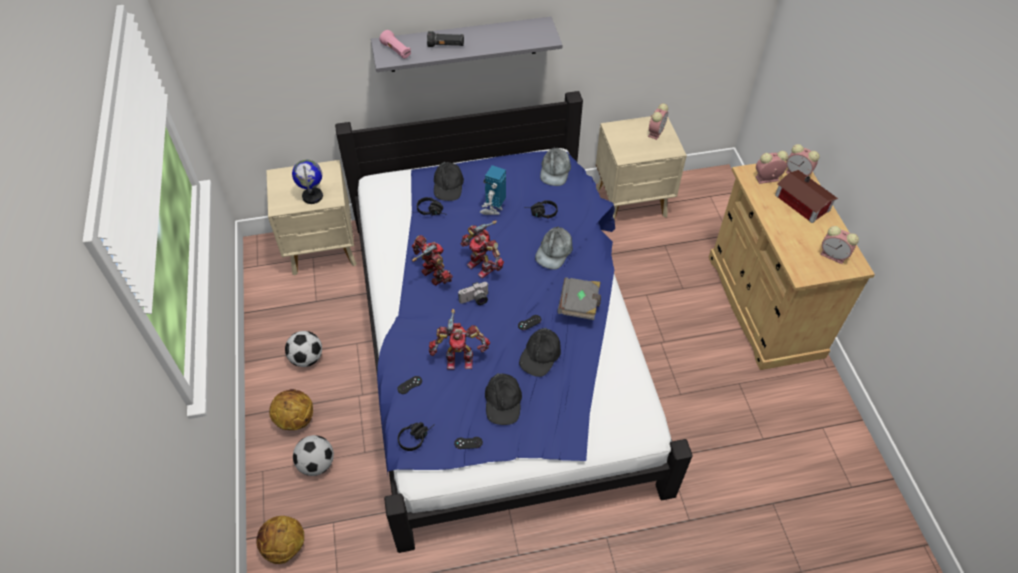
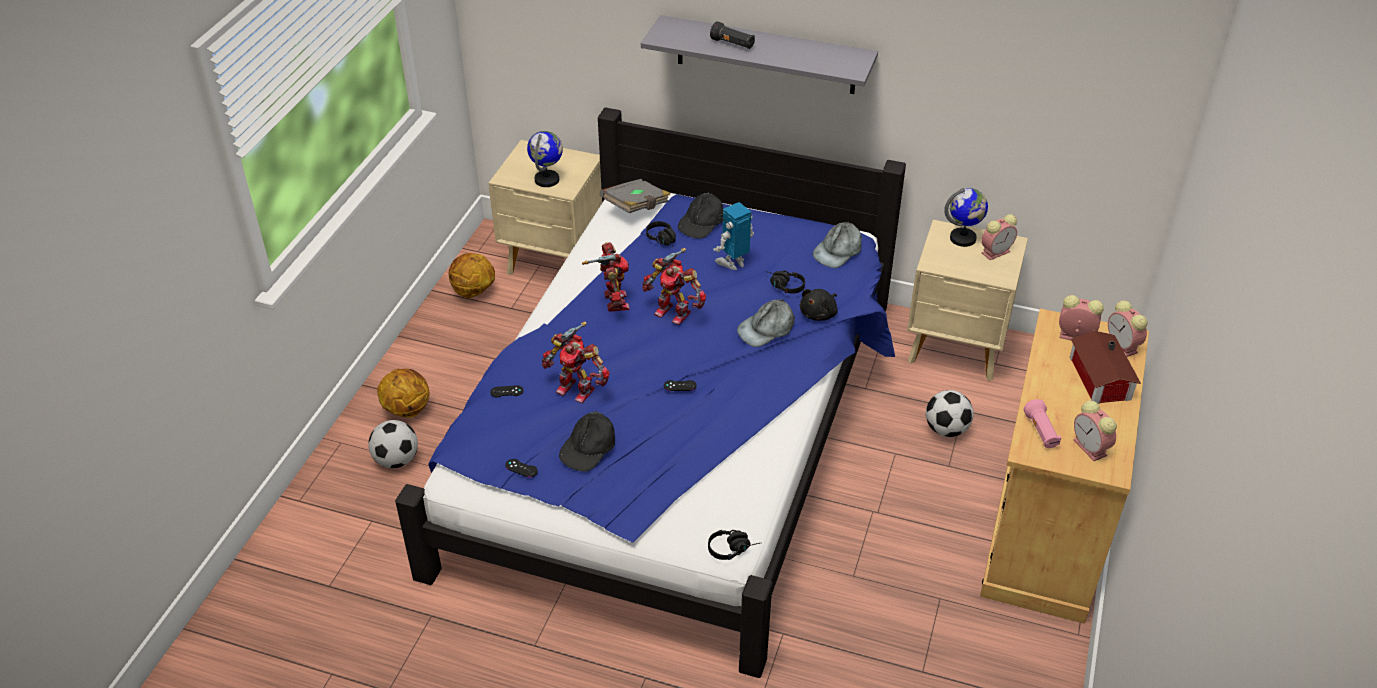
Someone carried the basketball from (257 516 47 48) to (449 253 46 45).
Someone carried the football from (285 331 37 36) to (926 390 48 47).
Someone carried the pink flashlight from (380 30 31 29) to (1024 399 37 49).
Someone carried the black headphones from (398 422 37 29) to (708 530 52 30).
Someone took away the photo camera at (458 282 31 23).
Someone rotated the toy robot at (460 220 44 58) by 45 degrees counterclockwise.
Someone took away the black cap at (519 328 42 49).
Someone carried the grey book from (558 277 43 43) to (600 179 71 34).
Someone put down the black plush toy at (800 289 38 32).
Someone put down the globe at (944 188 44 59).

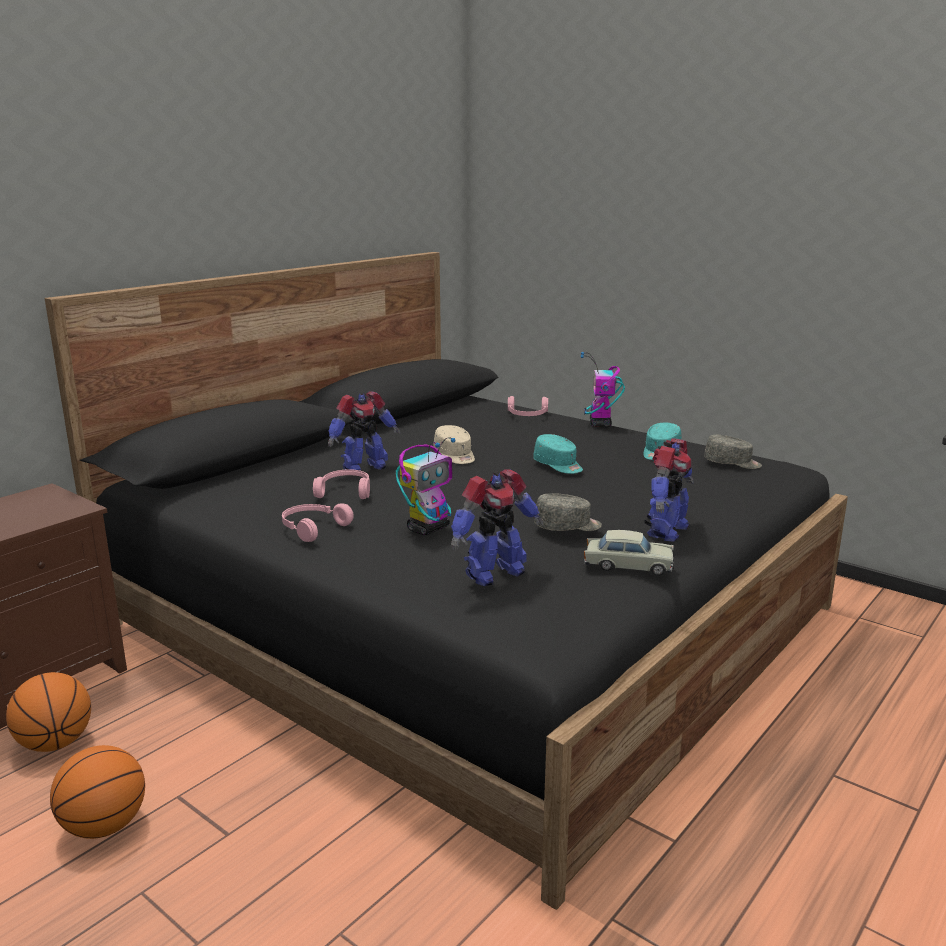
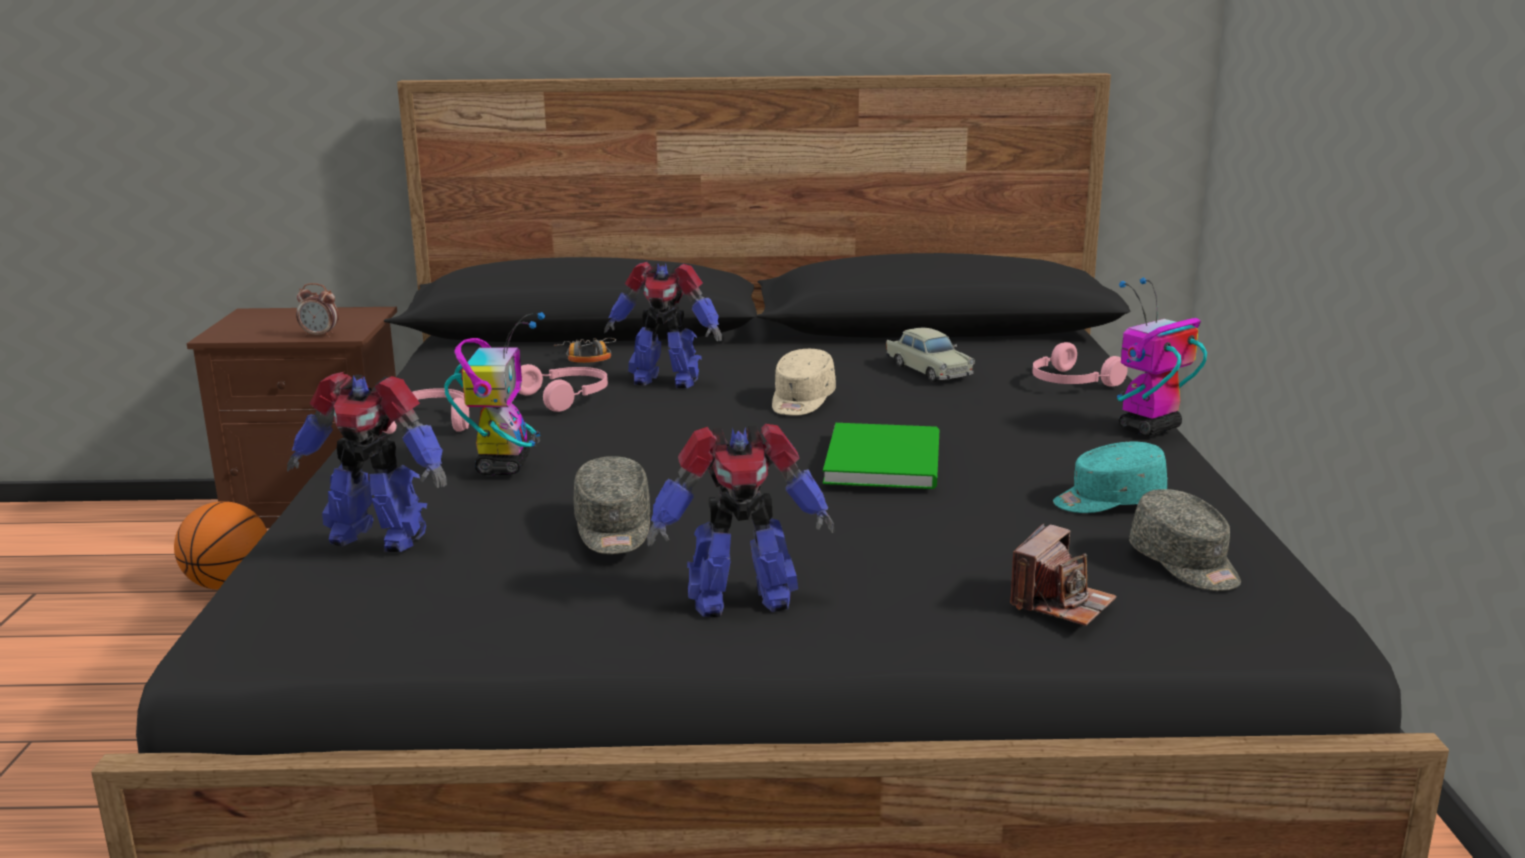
Someone took away the basketball at (50 745 95 94).
Someone rotated the toy robot at (396 437 60 98) by 90 degrees counterclockwise.
Someone swapped the turquoise cap at (533 434 50 40) for the green book at (823 423 116 66).
Someone rotated the grey cap at (534 493 68 38) by 45 degrees clockwise.
Someone carried the beige toy car from (584 530 90 46) to (886 328 89 54).
Someone put down the alarm clock at (296 283 43 55).
Someone put down the headphones at (554 338 62 25).
Someone put down the photo camera at (1010 524 107 102).

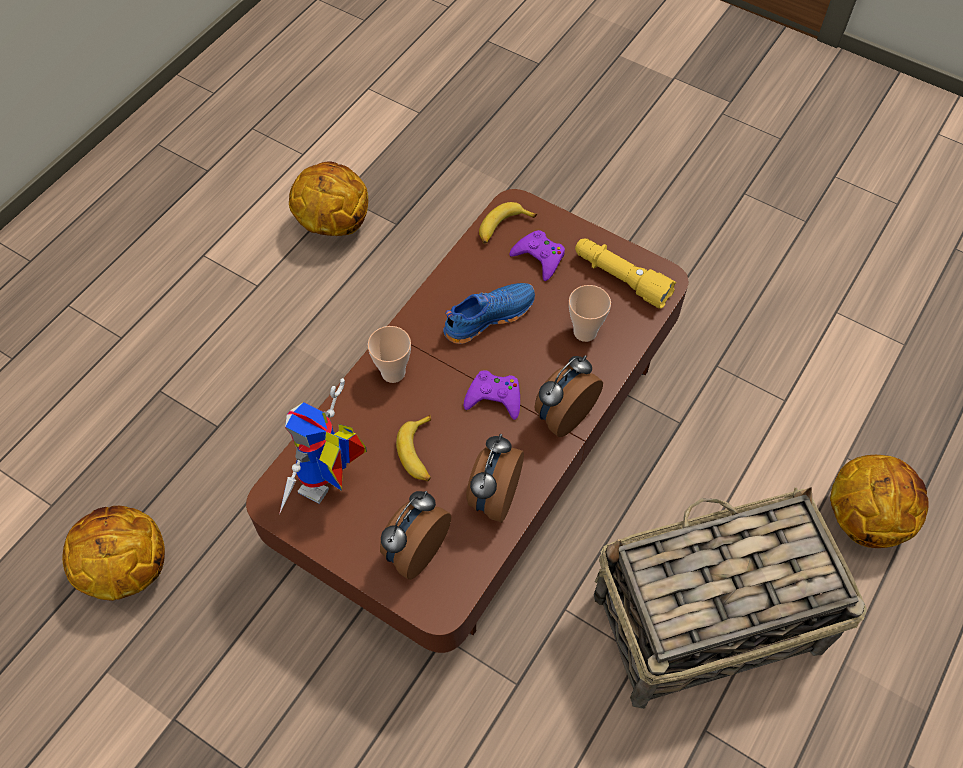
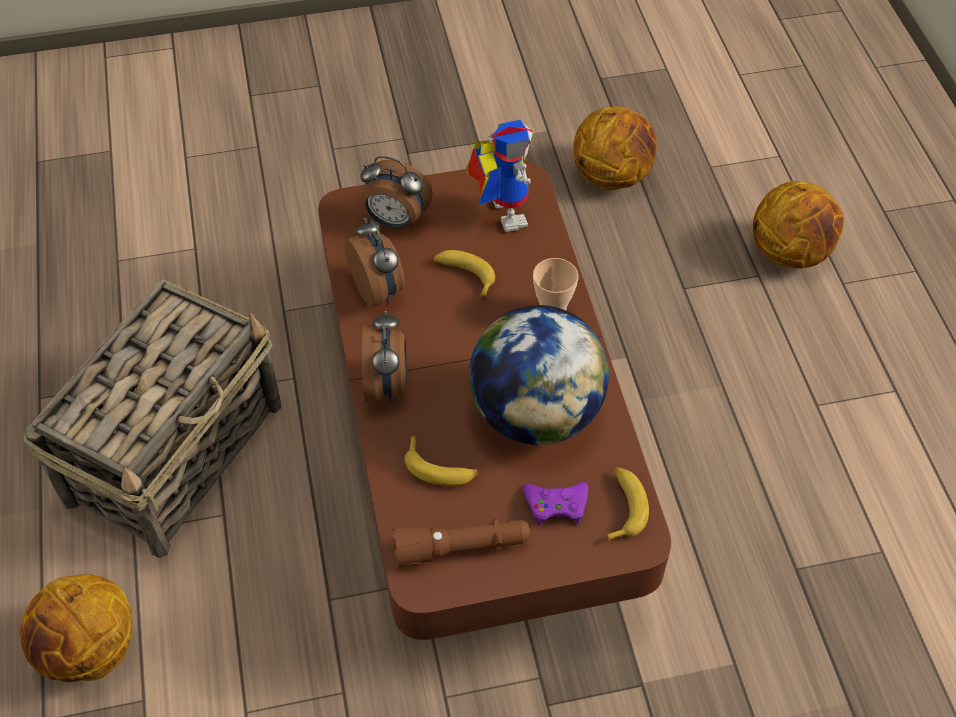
Someone carried the basketball from (289 161 79 75) to (753 181 91 87).
Someone rotated the alarm clock at (380 491 71 88) by 120 degrees clockwise.
Someone swapped the blue shoe at (443 283 92 61) for the globe at (469 305 140 140).
Someone took away the purple game controller at (464 371 56 49).
Someone swapped the cup at (569 285 42 57) for the banana at (404 435 74 51).
Someone repainted the yellow flashlight at (575 239 101 69), which became the brown flashlight at (392 518 138 49).

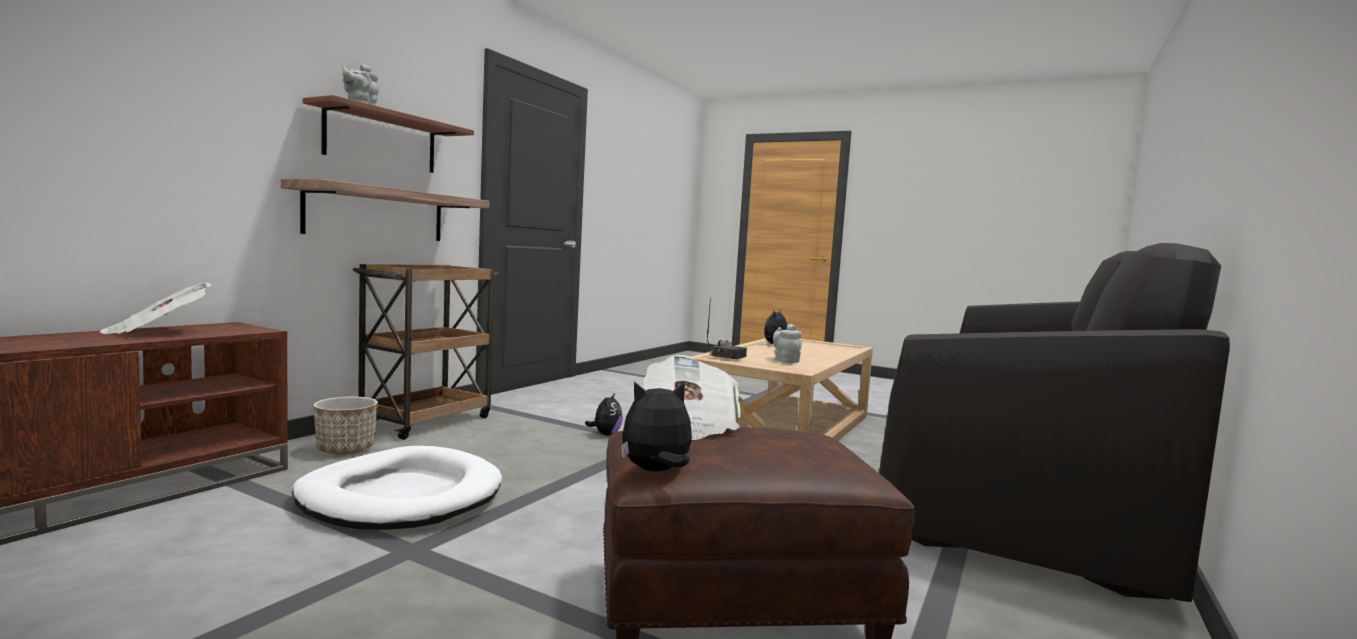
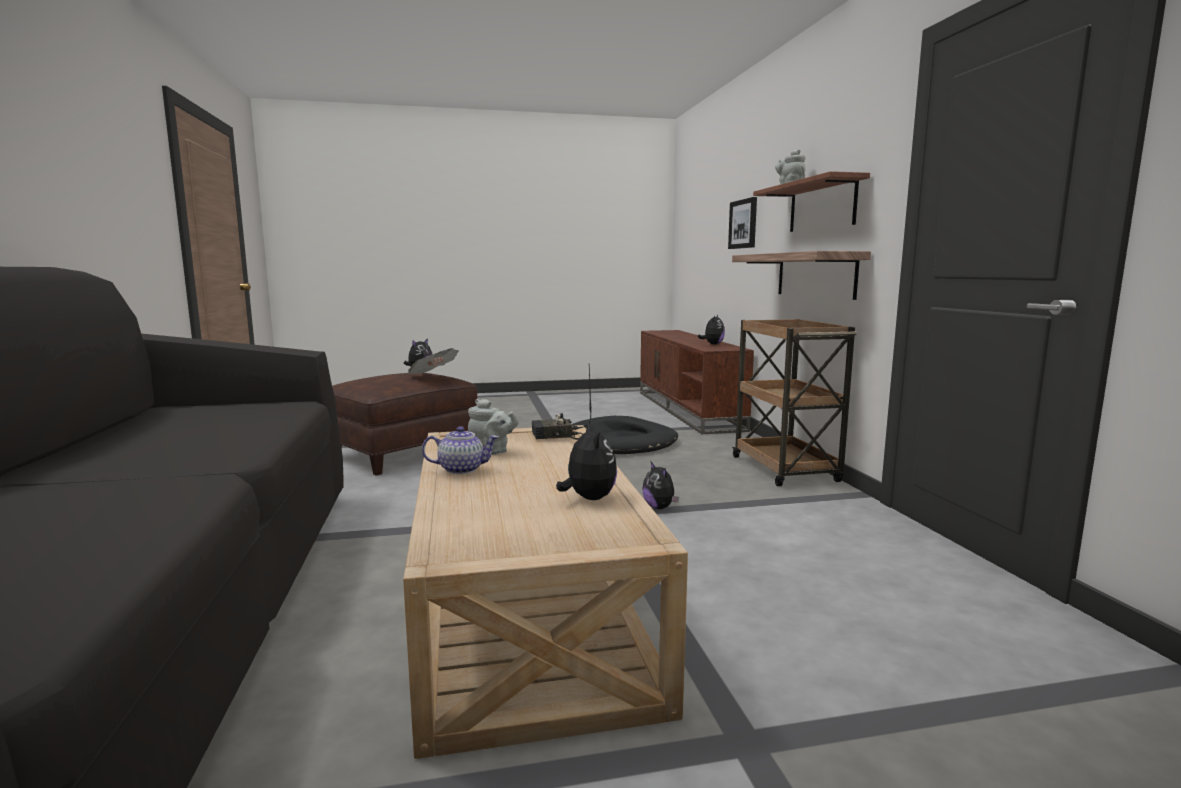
Someone swapped the newspaper at (100 283 112 51) for the plush toy at (698 315 27 30).
Someone repainted the white dog bed at (292 446 210 84), which became the black dog bed at (571 416 107 38).
Someone took away the planter at (314 396 64 59).
Someone put down the teapot at (422 426 77 48).
Someone put up the picture at (728 197 29 52).

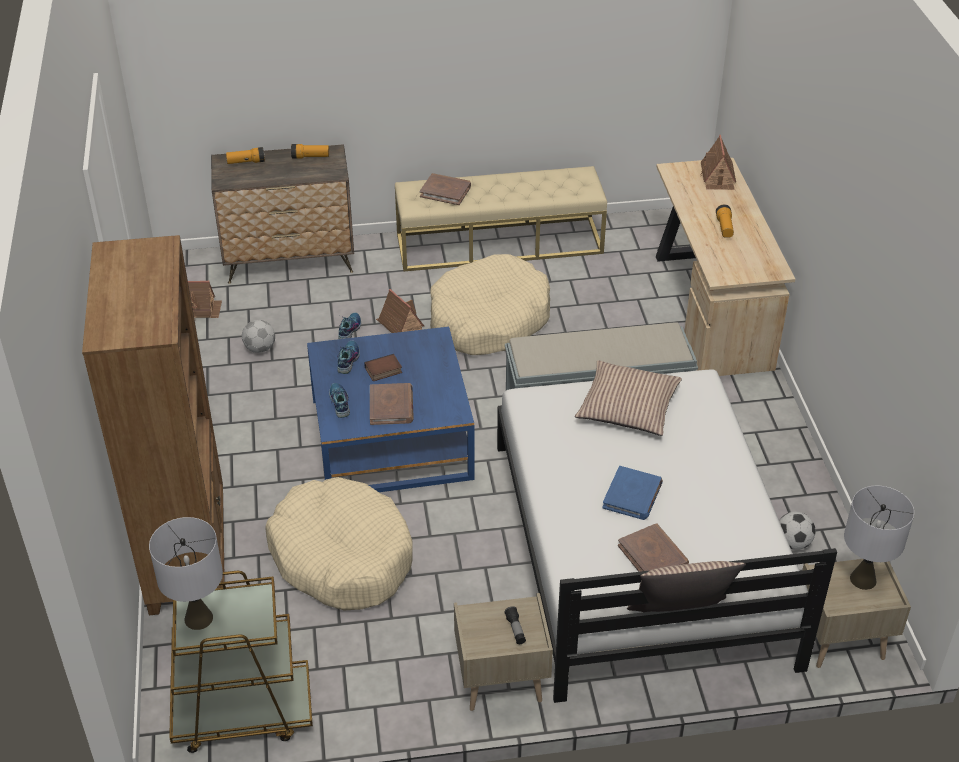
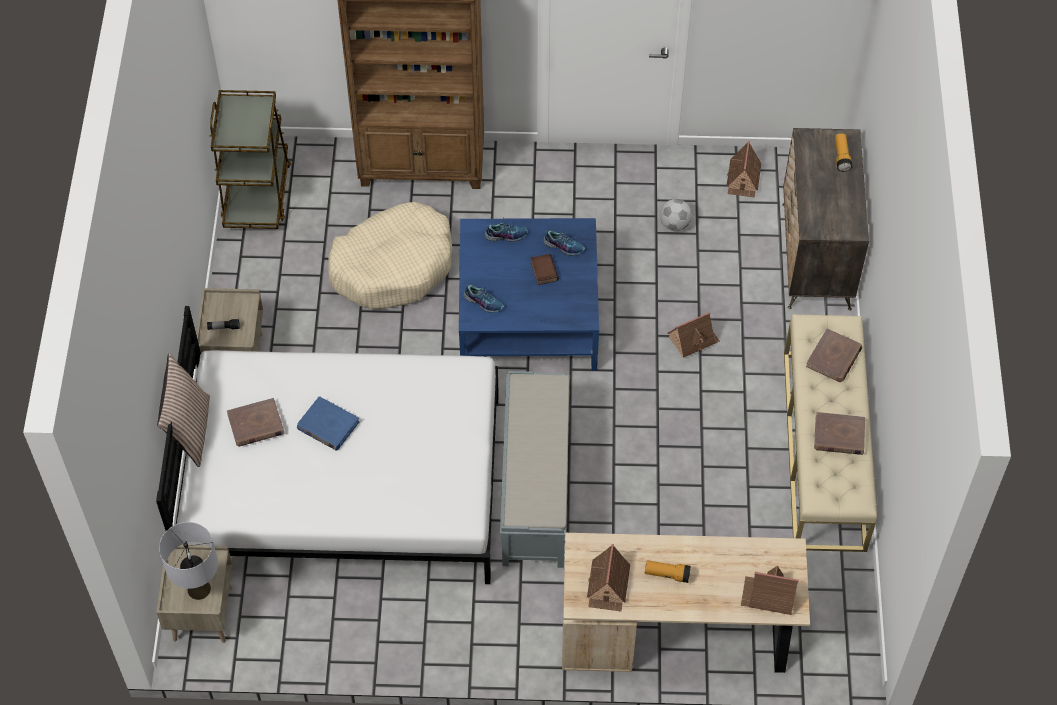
Someone took away the grey table lamp at (149 517 74 113).
Someone took away the flashlight at (291 144 38 15).
Someone carried the shoe from (338 313 23 26) to (464 285 40 28).
Someone carried the brown book from (370 383 44 42) to (814 412 51 43).
Someone took away the beige dog bed at (430 254 120 101).
Someone took away the pillow at (575 361 107 75).
Someone took away the football at (779 511 37 39).
Someone put down the toy house at (587 544 43 68).

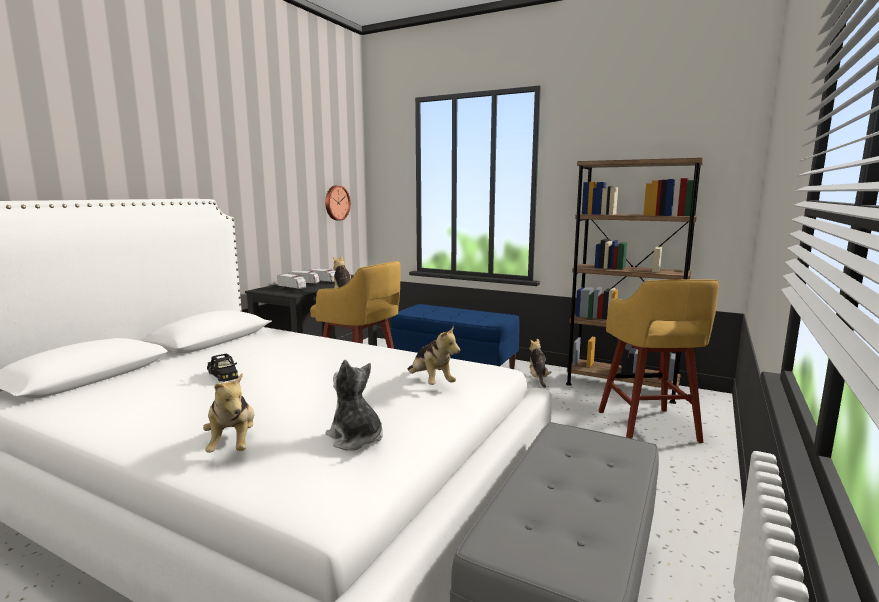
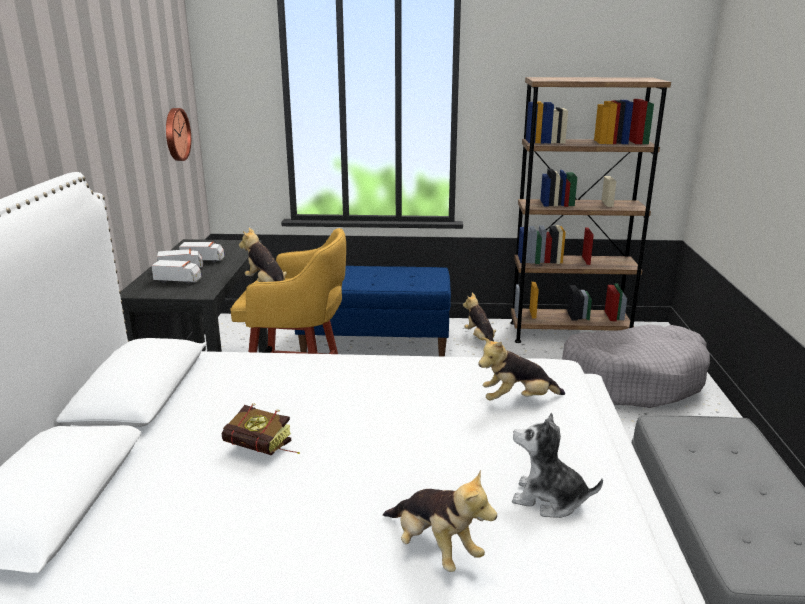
Someone swapped the black toy car at (207 353 32 29) for the book at (222 403 78 52).
Someone rotated the plush toy at (407 325 53 60) by 135 degrees clockwise.
Someone swapped the yellow stool at (598 279 121 164) for the grey dog bed at (562 324 148 84).

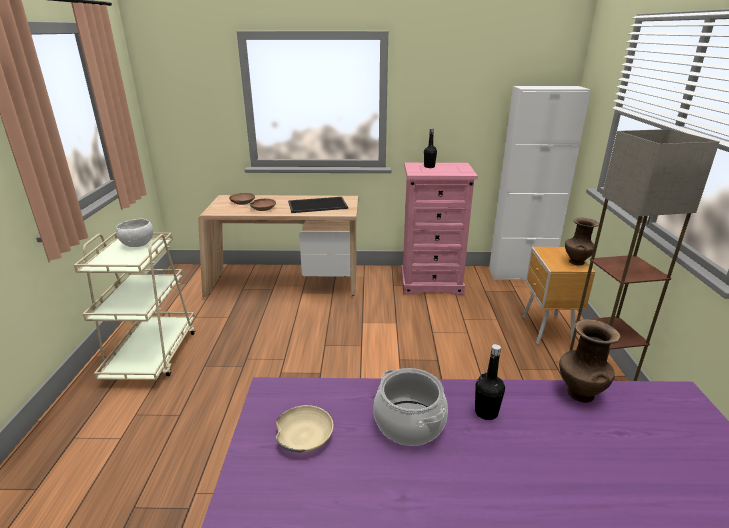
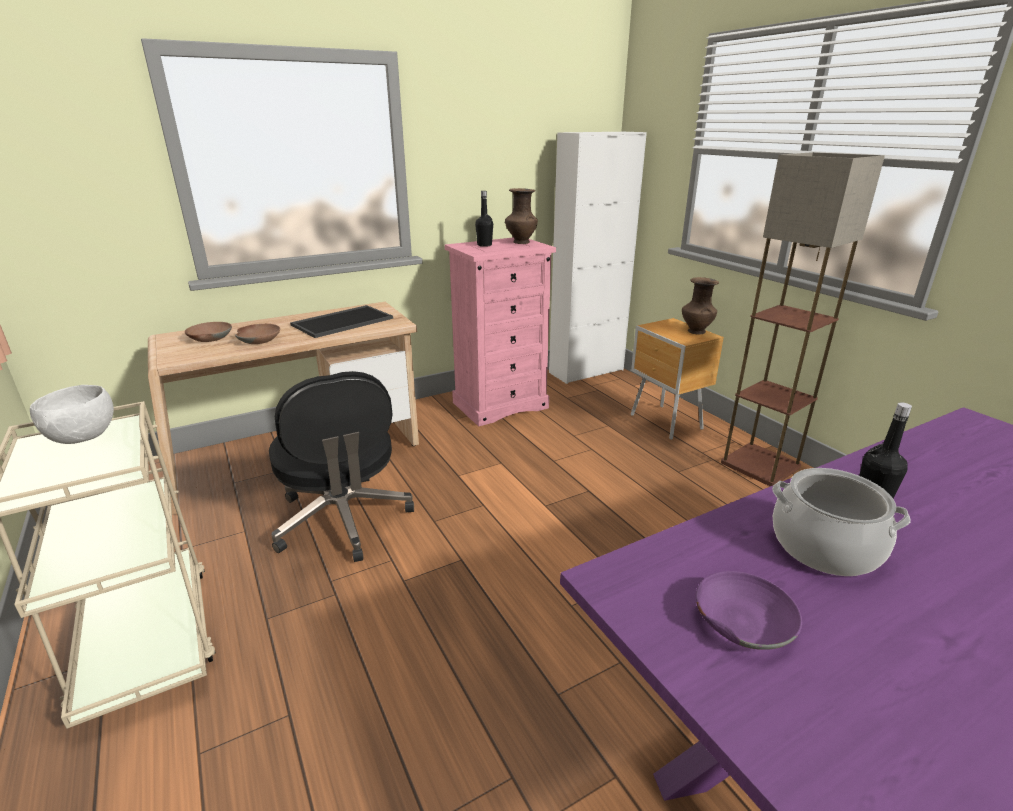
Someone repainted the beige bowl at (276 405 57 47), which became the purple bowl at (696 571 106 79).
Someone carried the brown vase from (559 319 62 84) to (505 188 33 56).
Someone put down the black office chair at (269 371 145 191).

